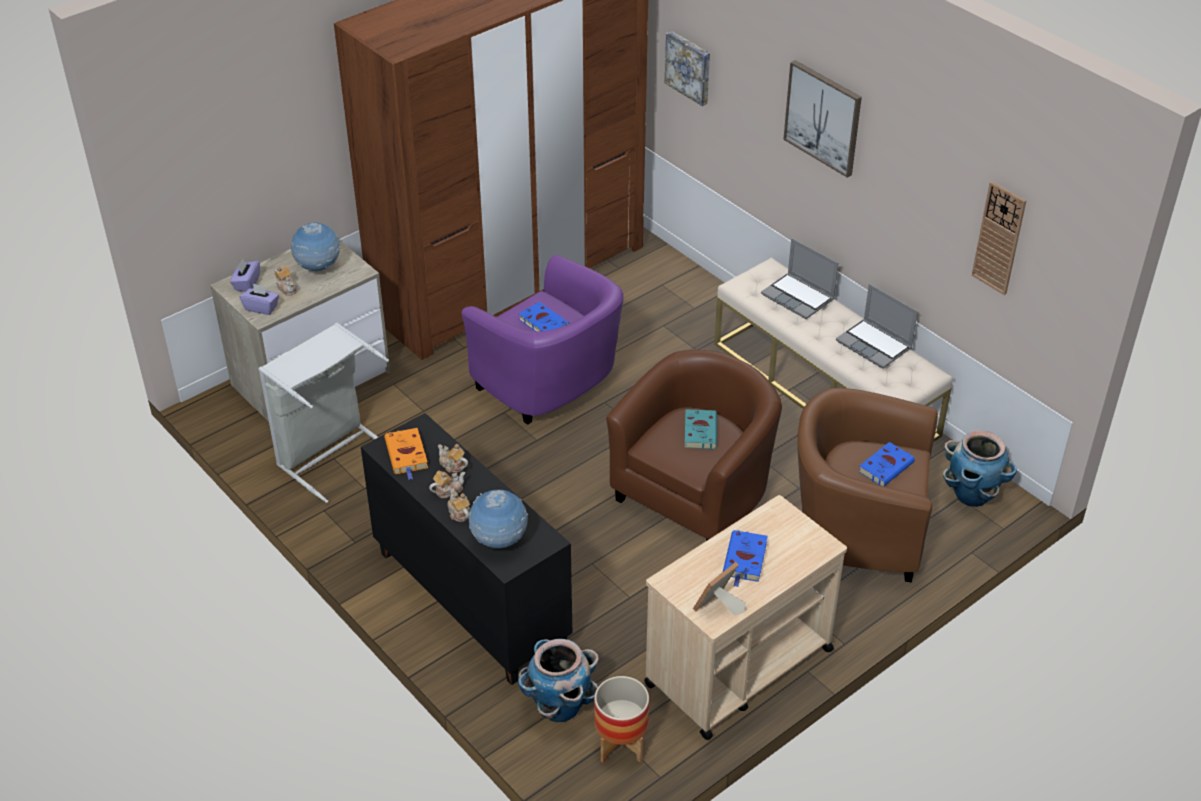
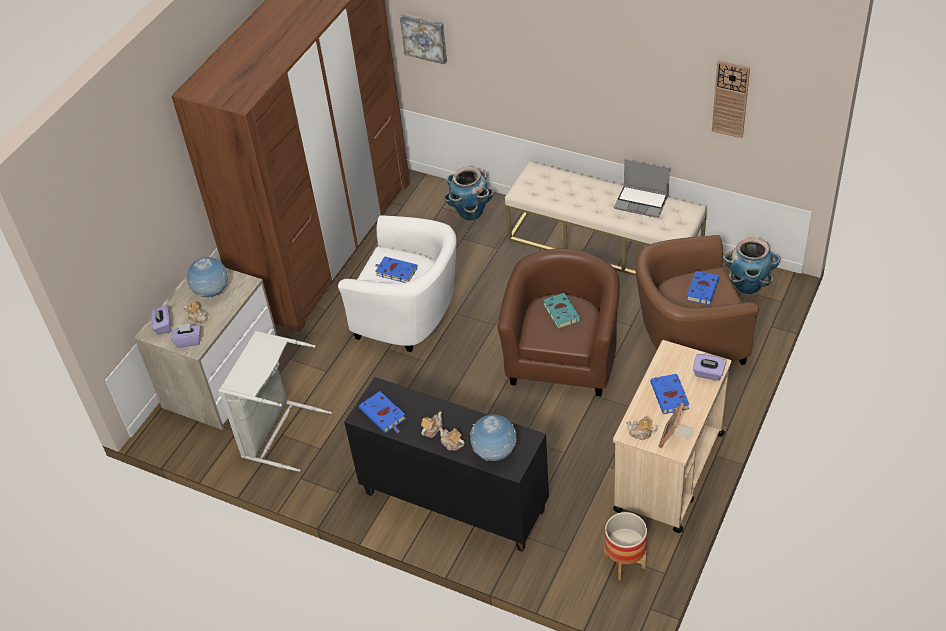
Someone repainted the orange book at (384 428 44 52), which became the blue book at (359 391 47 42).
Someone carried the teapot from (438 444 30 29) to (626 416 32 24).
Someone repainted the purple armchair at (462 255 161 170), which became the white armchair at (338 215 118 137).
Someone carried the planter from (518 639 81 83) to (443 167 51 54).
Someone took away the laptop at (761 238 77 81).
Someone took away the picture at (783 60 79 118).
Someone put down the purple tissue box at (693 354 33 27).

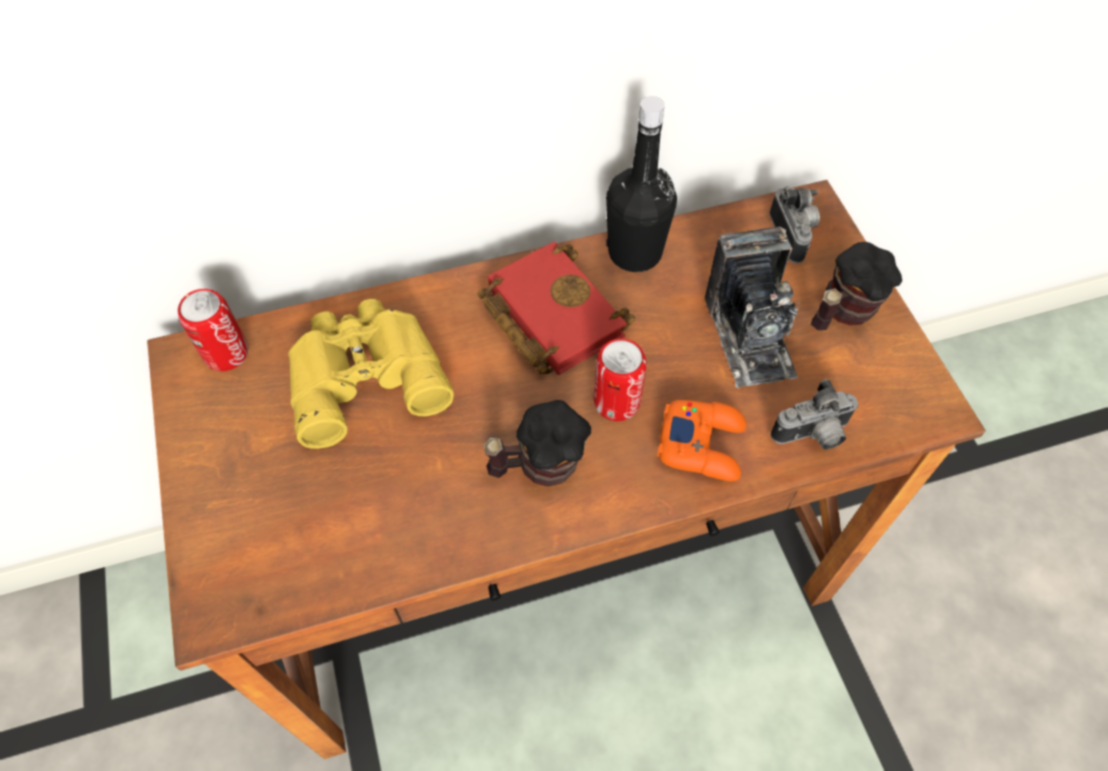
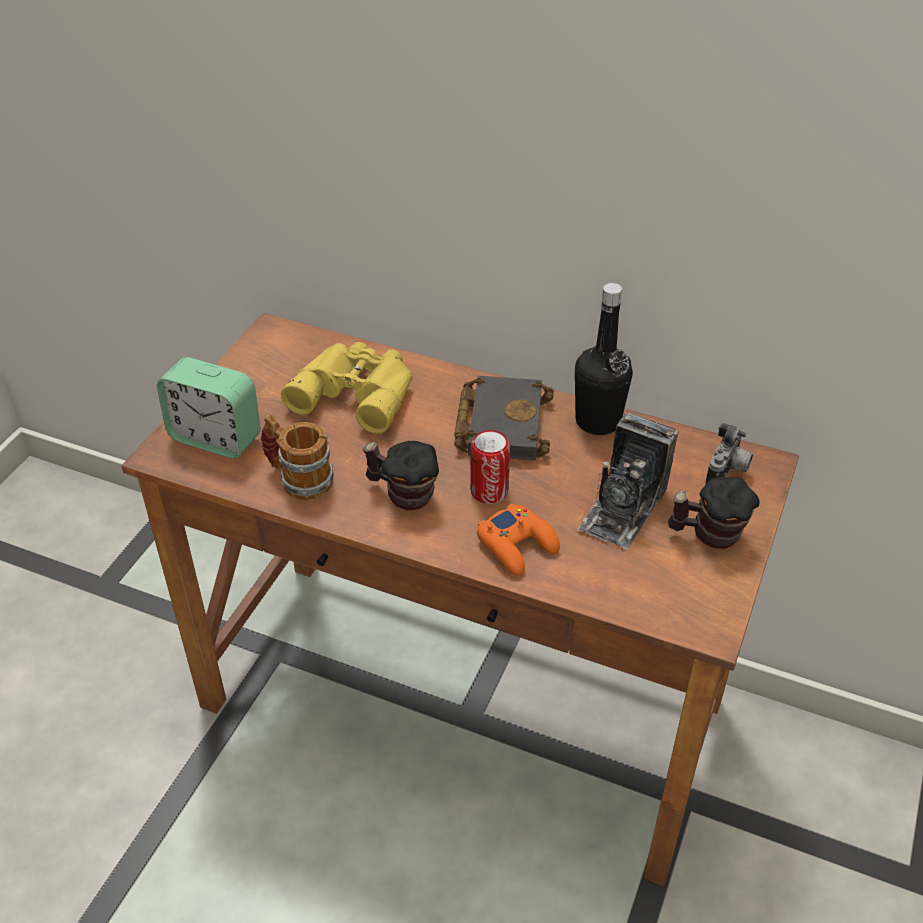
Someone took away the can at (177 289 71 82).
Someone repainted the red book at (477 241 158 134), which became the black book at (454 376 100 84).
Someone took away the photo camera at (771 379 88 70).
Someone put down the alarm clock at (157 357 104 102).
Someone put down the mug at (261 413 73 87).

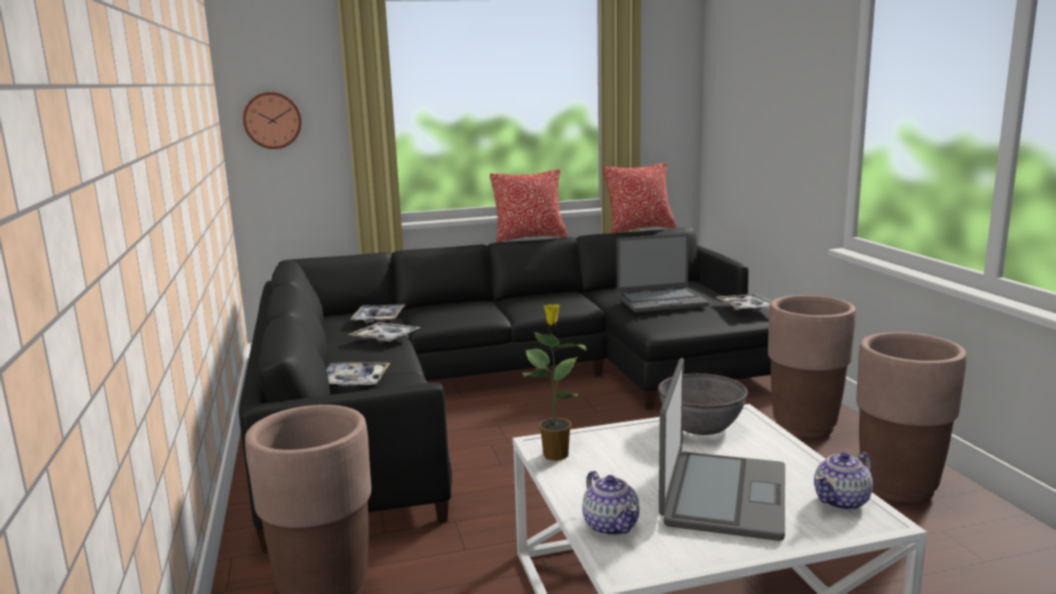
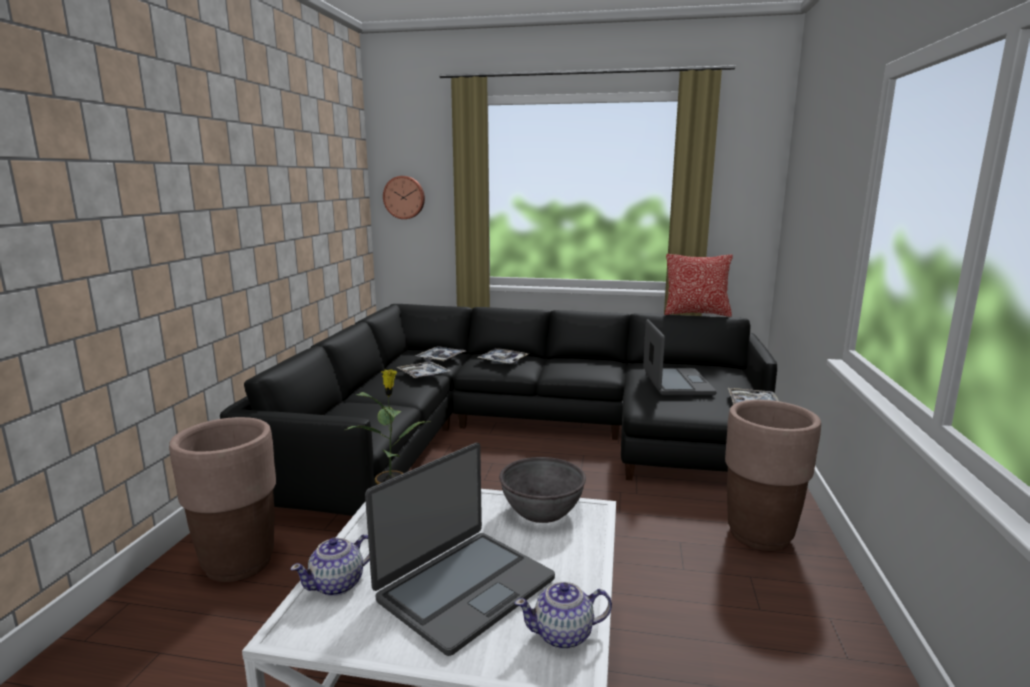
Someone carried the tray from (326 362 64 25) to (477 348 51 16).
Someone took away the pillow at (490 169 77 74).
Someone rotated the teapot at (582 471 57 65) by 45 degrees clockwise.
Someone rotated the laptop at (617 233 92 79) by 105 degrees counterclockwise.
Someone took away the brown planter at (856 332 111 171).

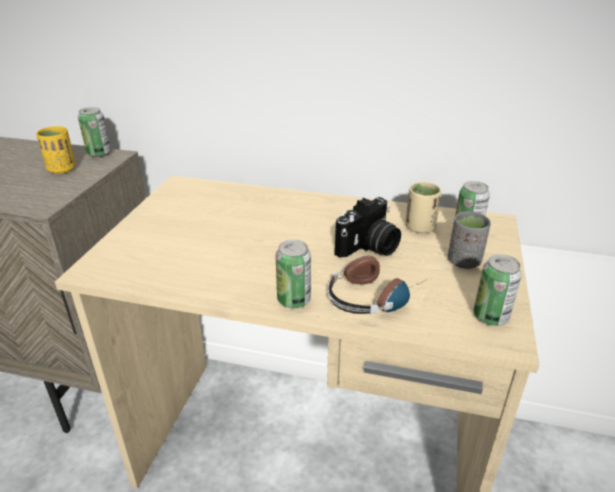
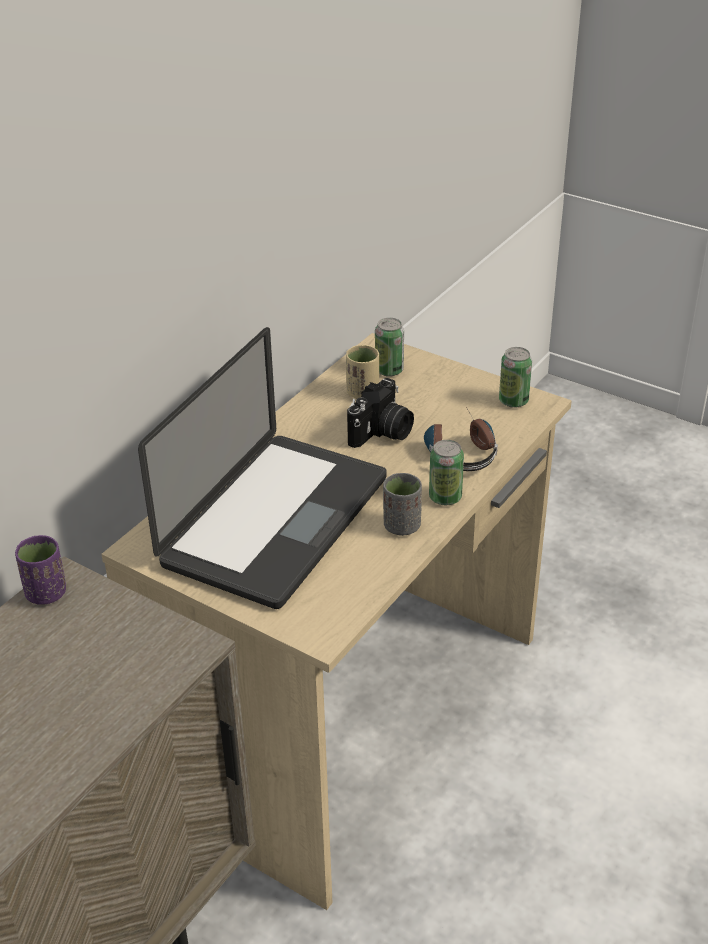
Someone took away the yellow cup at (36 126 40 48).
Someone swapped the can at (78 107 33 50) for the purple cup at (15 535 51 70).
Someone rotated the photo camera at (335 197 66 61) by 60 degrees clockwise.
Someone carried the grey cup from (448 212 43 57) to (383 473 39 63).
Someone put down the laptop at (138 327 248 282).

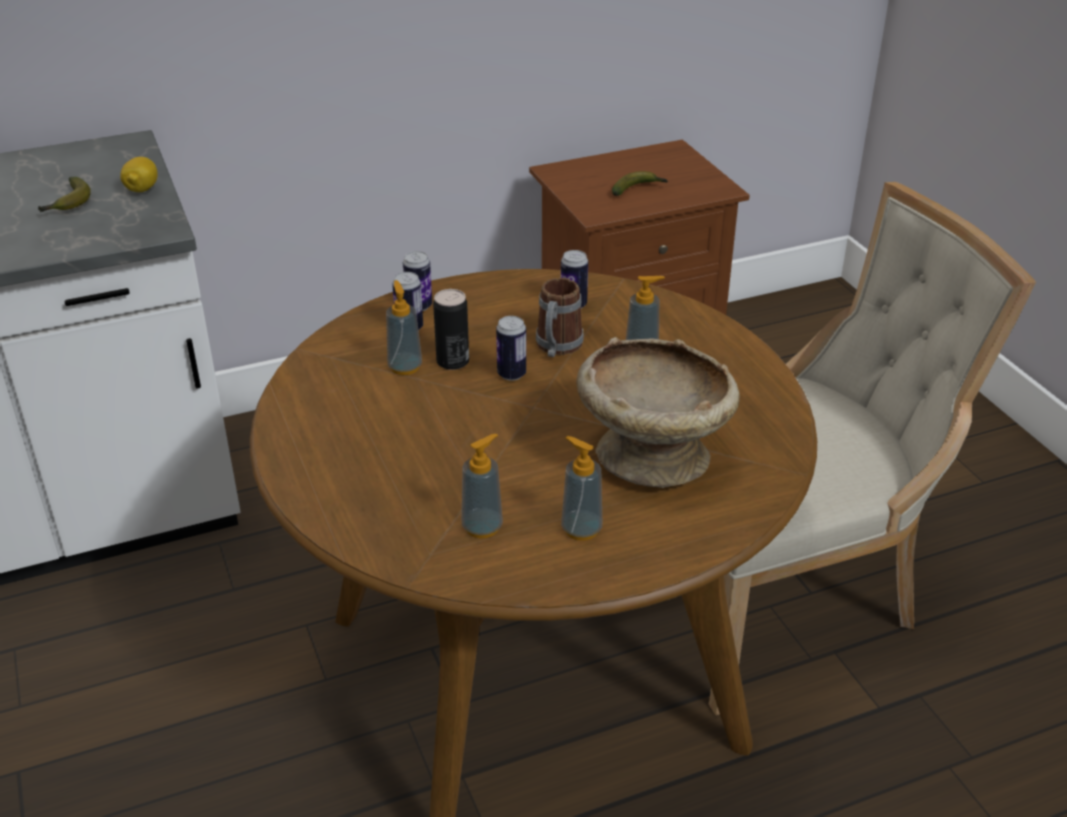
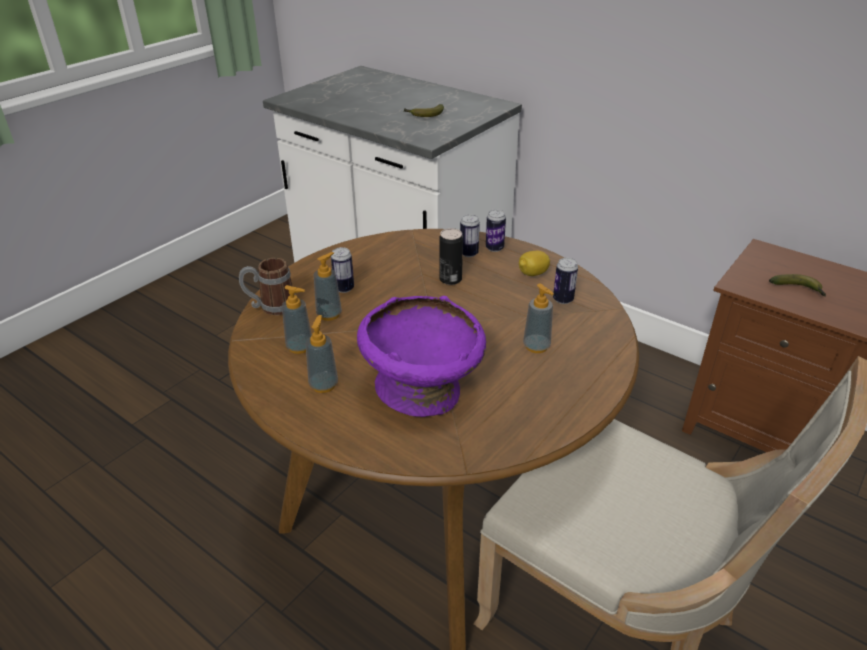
Someone carried the lemon from (120 157 38 35) to (519 251 31 25).
Someone carried the soap dispenser from (386 280 36 95) to (314 252 28 69).
Someone carried the can from (496 316 30 65) to (331 247 23 46).
Someone carried the mug from (536 278 48 79) to (239 258 56 57).
Someone repainted the beige bowl at (576 337 164 151), which became the purple bowl at (357 296 129 121).

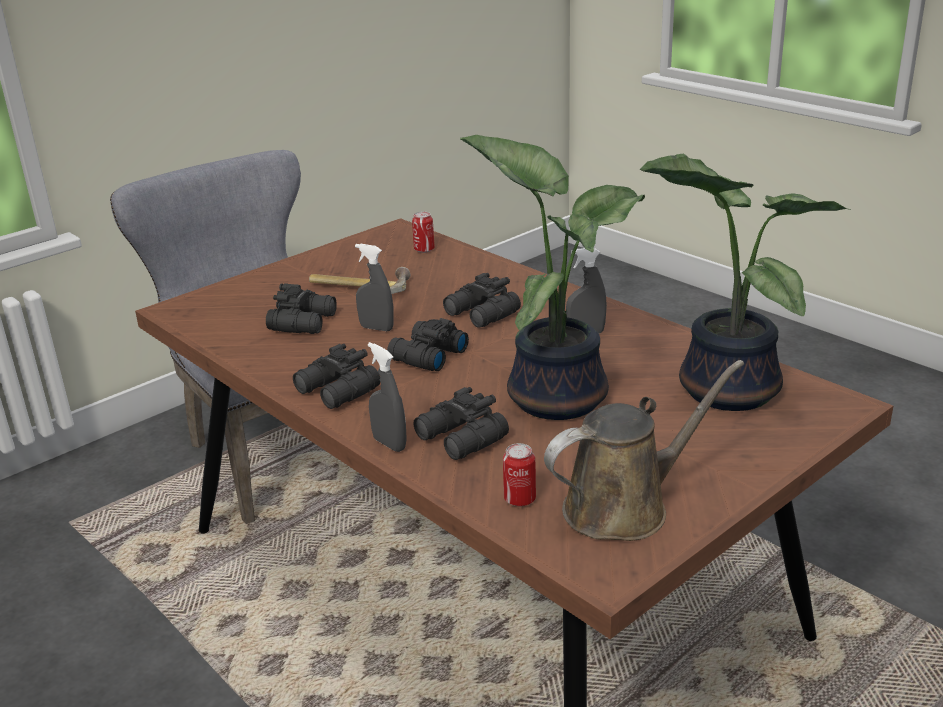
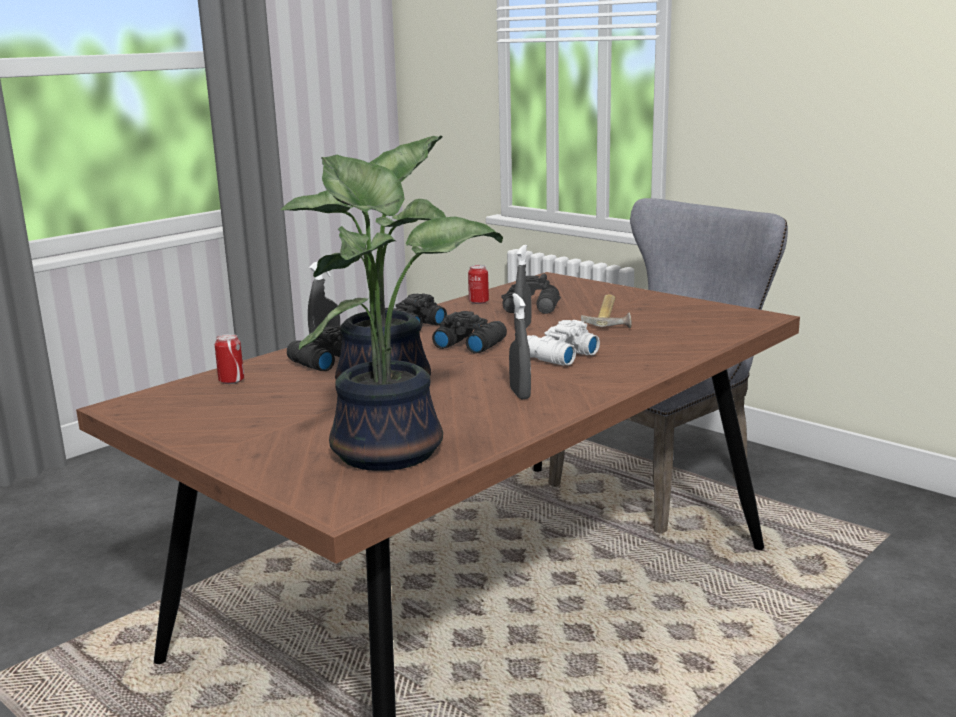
Someone carried the can from (412 211 23 42) to (468 265 21 39).
Someone repainted the black binoculars at (443 273 78 55), which became the white binoculars at (527 320 73 46).
Someone took away the brown watering can at (544 360 200 181).

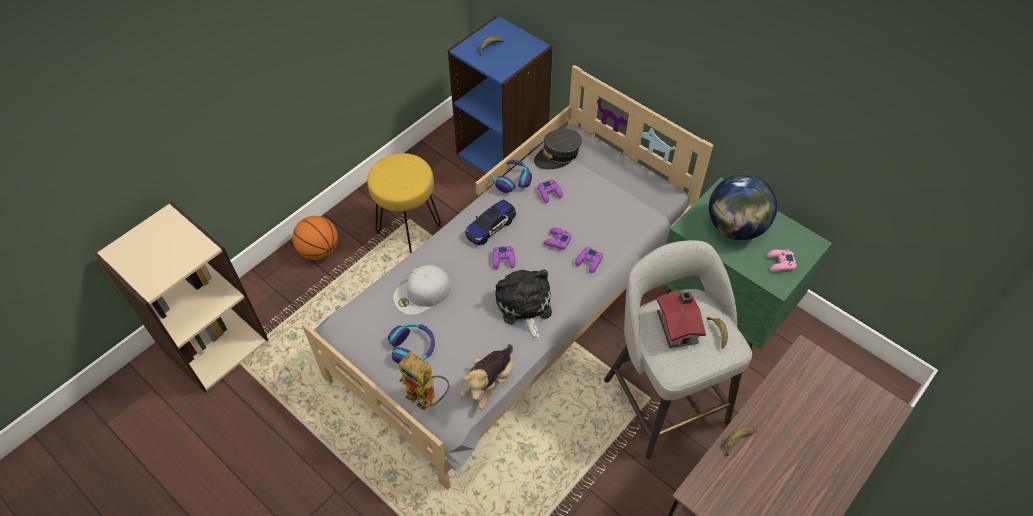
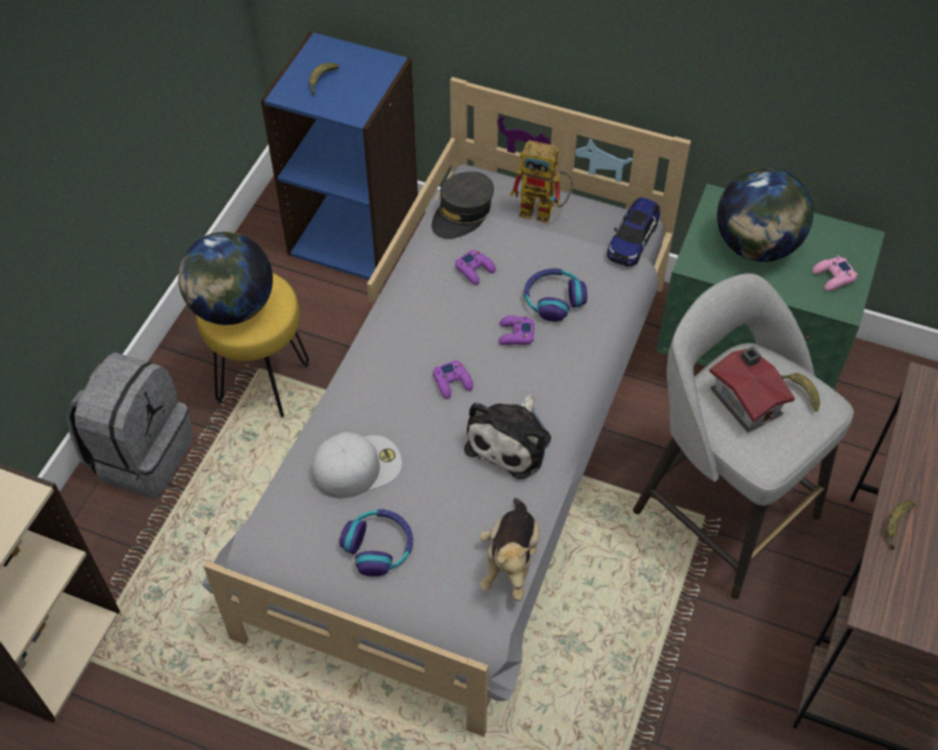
Someone swapped the basketball at (292 216 46 44) for the grey backpack at (66 352 128 147).
Someone rotated the white cap at (393 265 58 50) by 150 degrees counterclockwise.
Someone carried the toy robot from (398 352 52 59) to (510 140 63 83).
Someone carried the toy car from (465 200 51 45) to (607 197 53 70).
Someone carried the headphones from (492 160 40 33) to (524 268 63 54).
Someone rotated the plush toy at (495 269 57 71) by 120 degrees counterclockwise.
Someone took away the purple game controller at (575 247 28 26).
Someone put down the globe at (178 232 95 93).

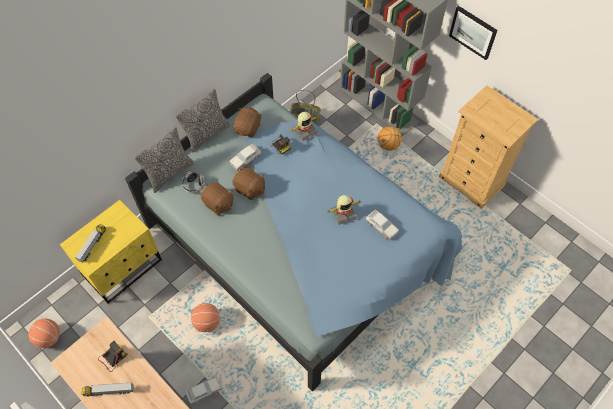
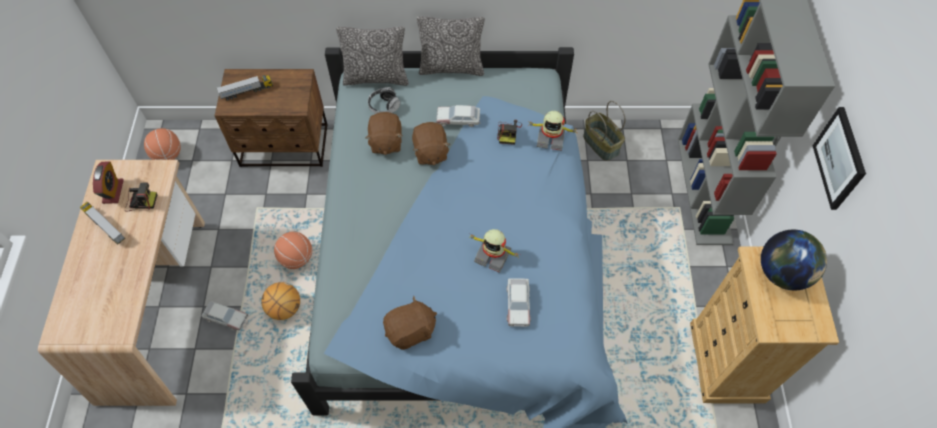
Someone repainted the yellow nightstand at (60 200 102 104), which became the brown nightstand at (214 69 114 98).
Someone carried the brown plush toy from (233 108 29 29) to (383 296 54 54).
Someone carried the basketball from (378 126 24 25) to (261 282 39 38).
Someone put down the alarm clock at (93 161 31 43).
Someone put down the globe at (761 230 66 60).

